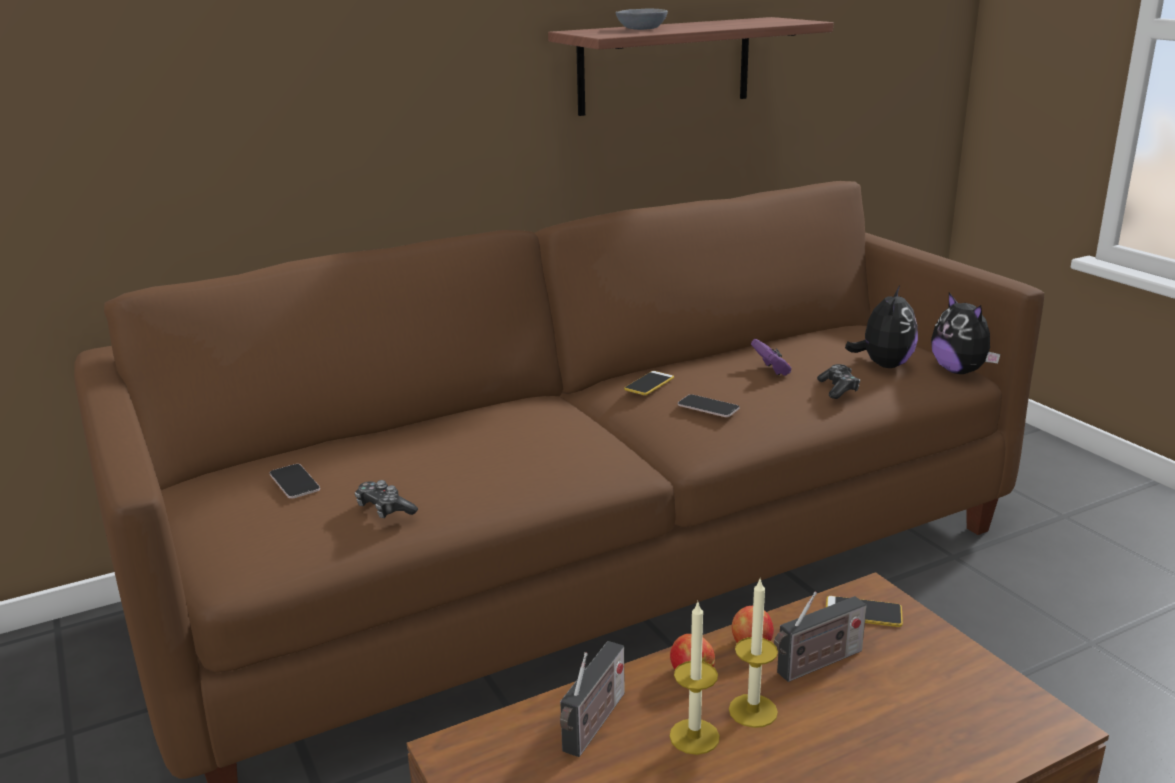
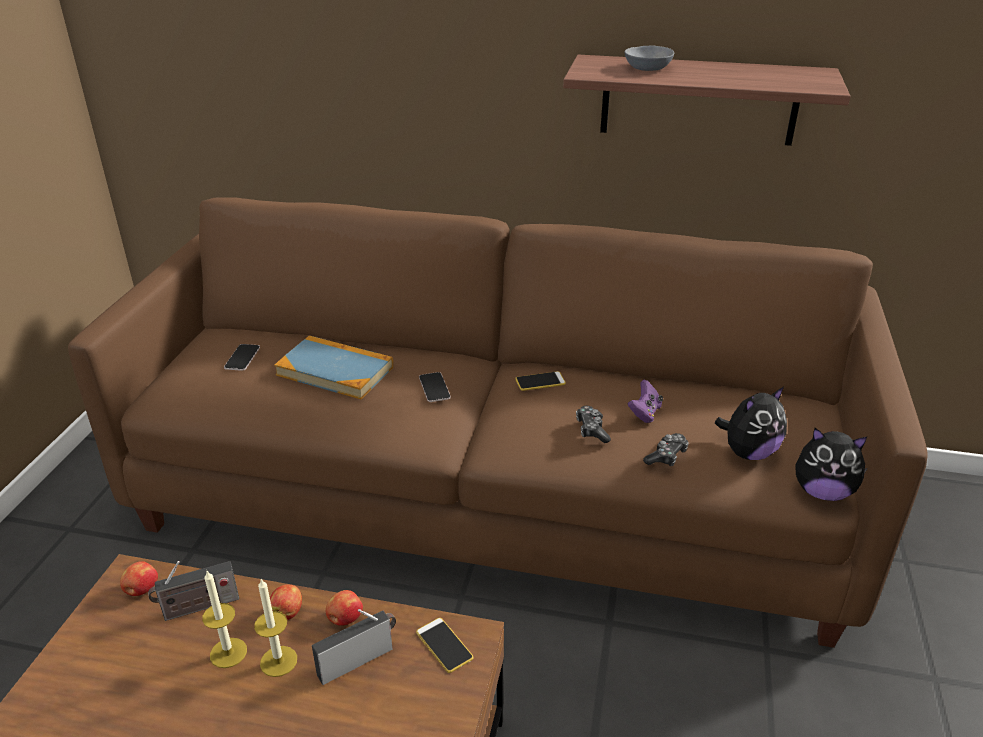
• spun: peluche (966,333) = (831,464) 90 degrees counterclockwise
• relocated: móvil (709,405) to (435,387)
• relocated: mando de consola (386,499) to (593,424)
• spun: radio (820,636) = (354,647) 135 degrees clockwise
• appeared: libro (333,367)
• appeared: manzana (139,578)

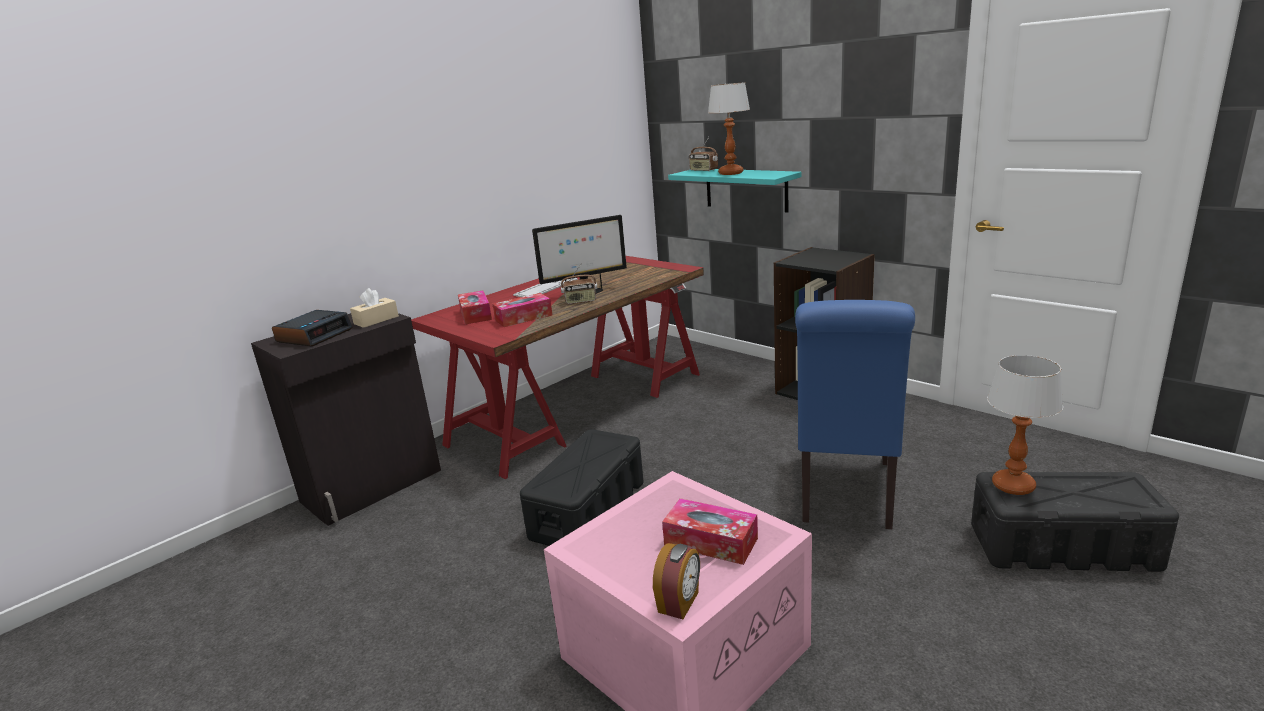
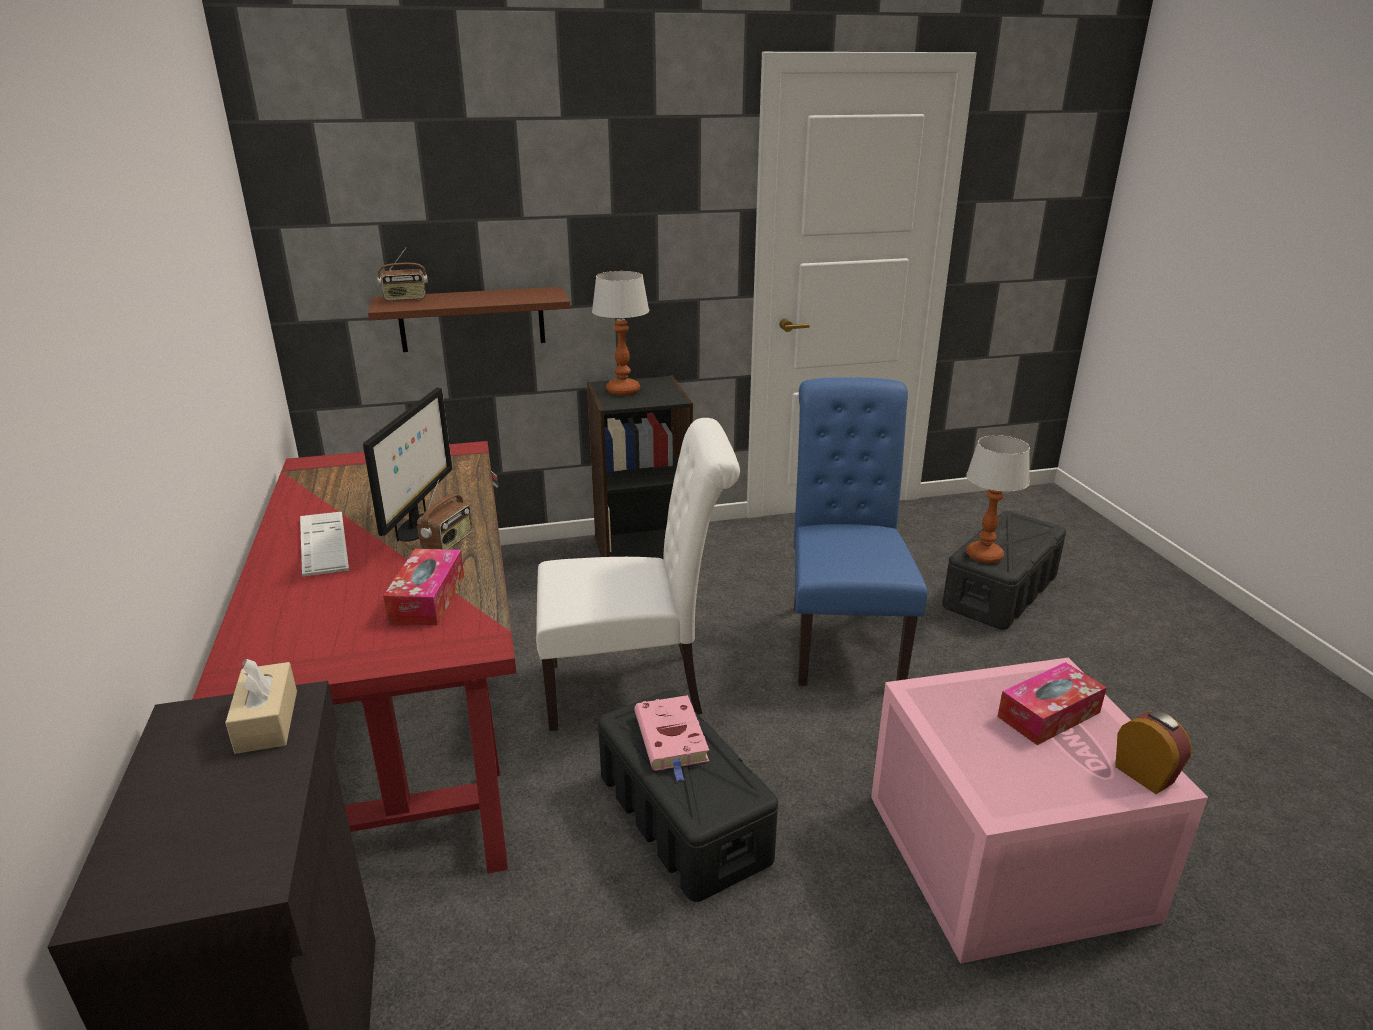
• relocated: lámpara de mesa (729,129) to (620,333)
• colour: estante [turquesa] (735,191) to estante [marrón] (469,319)
• missing: caja de pañuelos (475,307)
• spun: silla [azul] (855,414) = (860,531) 135 degrees counterclockwise
• missing: despertador (312,328)
• appeared: silla [blanco] (638,574)
• appeared: libro [rosa] (671,738)

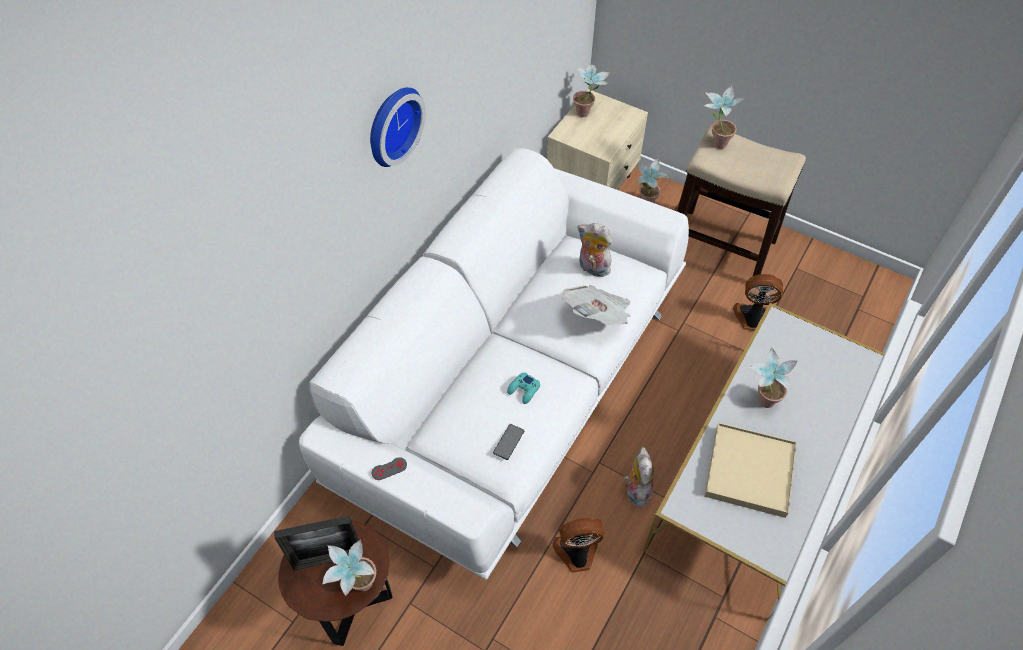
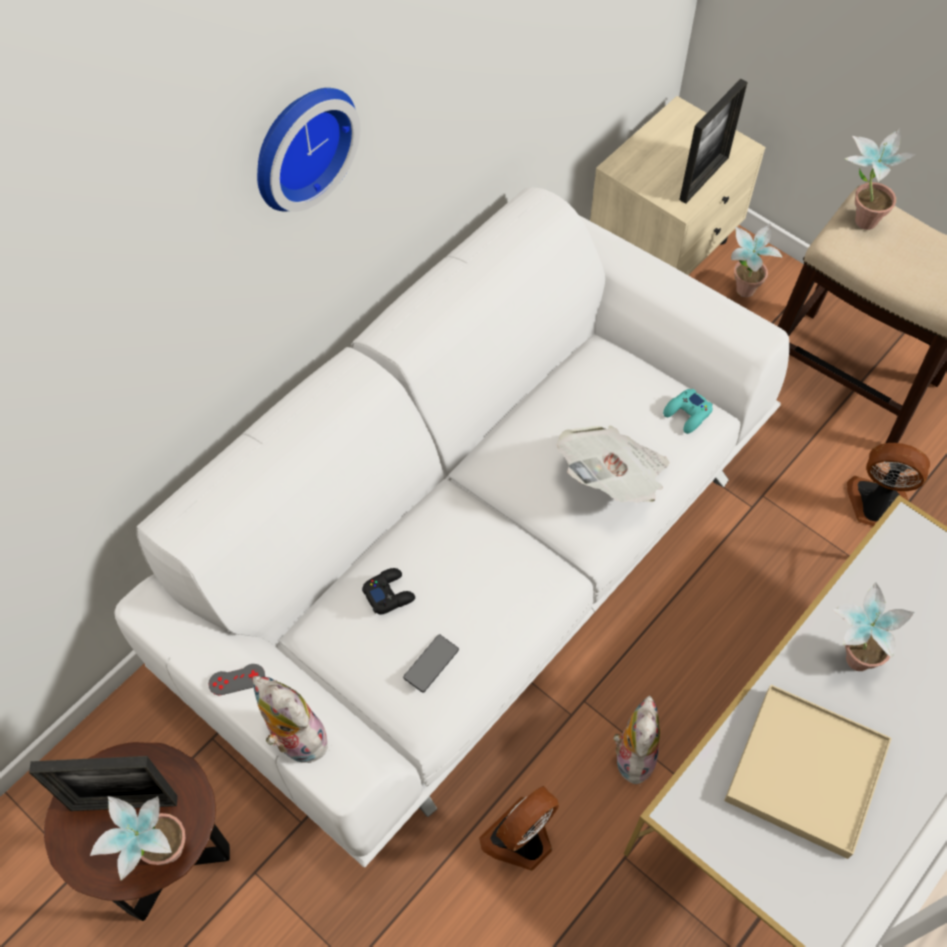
• missing: planta en maceta (592,90)
• relocated: peluche (594,250) to (291,719)
• relocated: mando de consola [turquesa] (523,388) to (688,411)
• spun: ventilador (578,545) = (519,828) 45 degrees counterclockwise
• appeared: portarretratos (713,141)
• appeared: mando de consola [negro] (388,591)

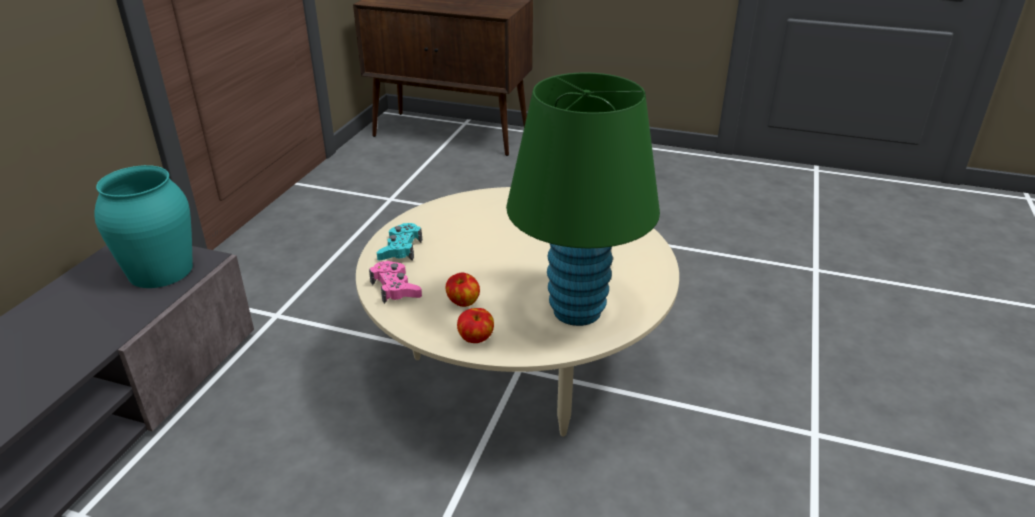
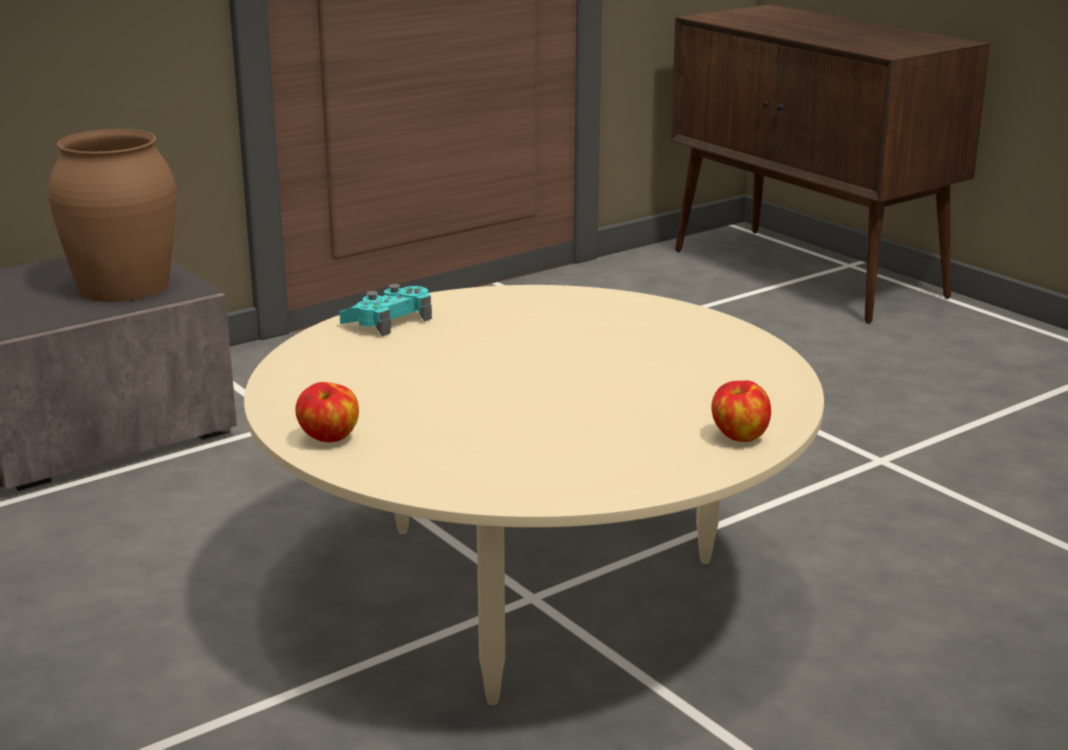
• missing: lámpara de mesa [verde] (583,199)
• colour: florero [turquesa] (144,226) to florero [marrón] (112,215)
• missing: mando de consola [rosa] (395,282)
• relocated: manzana (463,290) to (741,411)

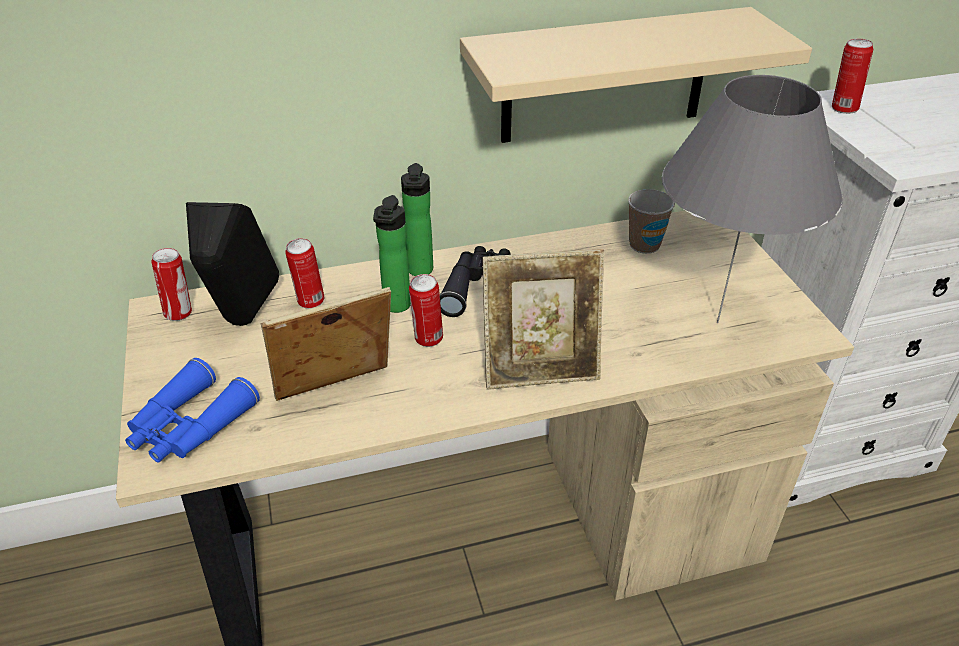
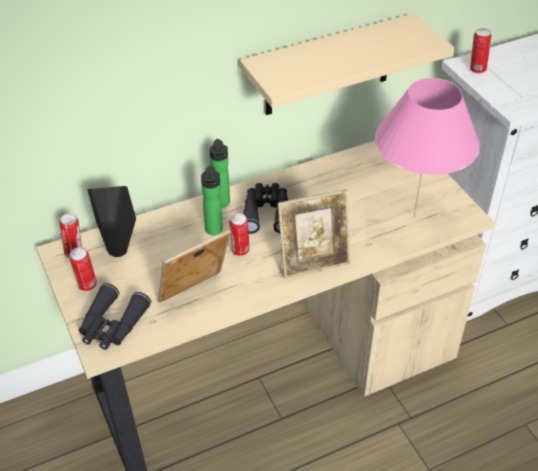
• colour: lámpara de mesa [gris] (752,199) to lámpara de mesa [rosa] (427,148)
• missing: taza (651,221)
• relocated: lata (304,273) to (83,269)
• colour: prismáticos [azul] (192,410) to prismáticos [negro] (115,316)

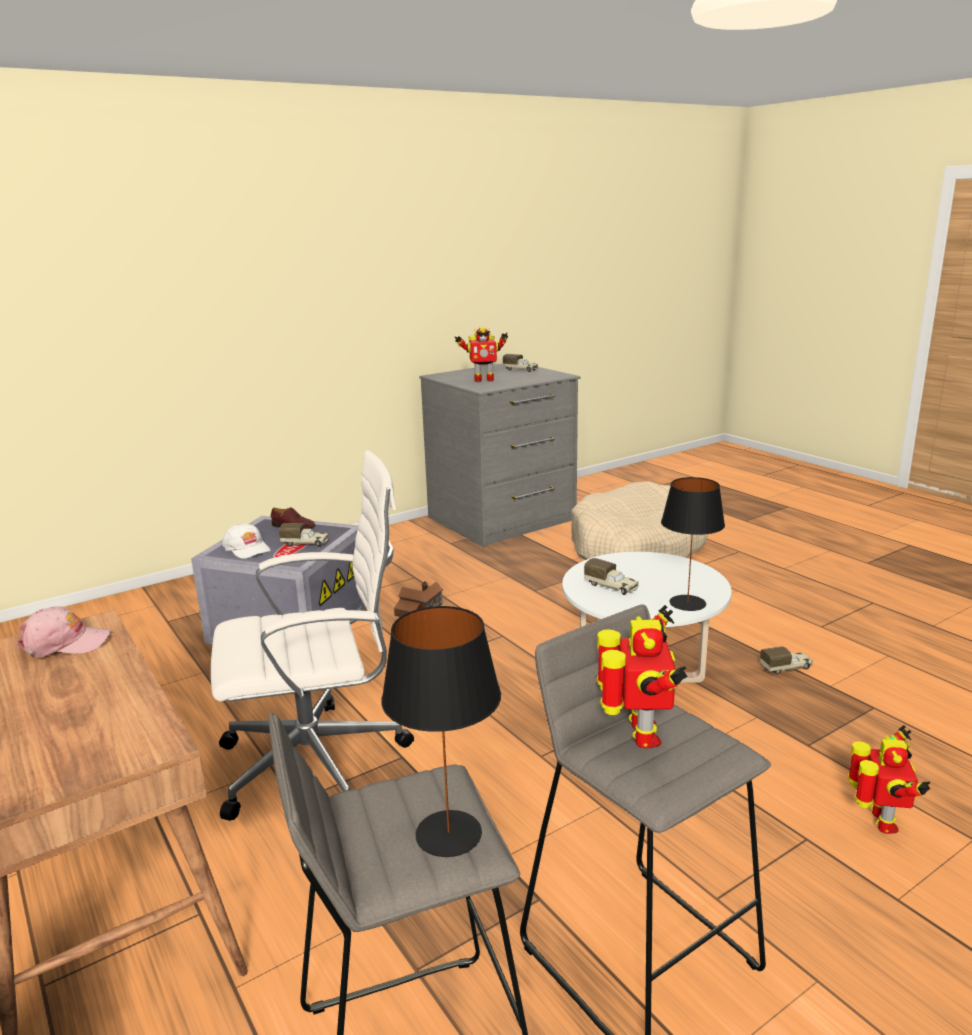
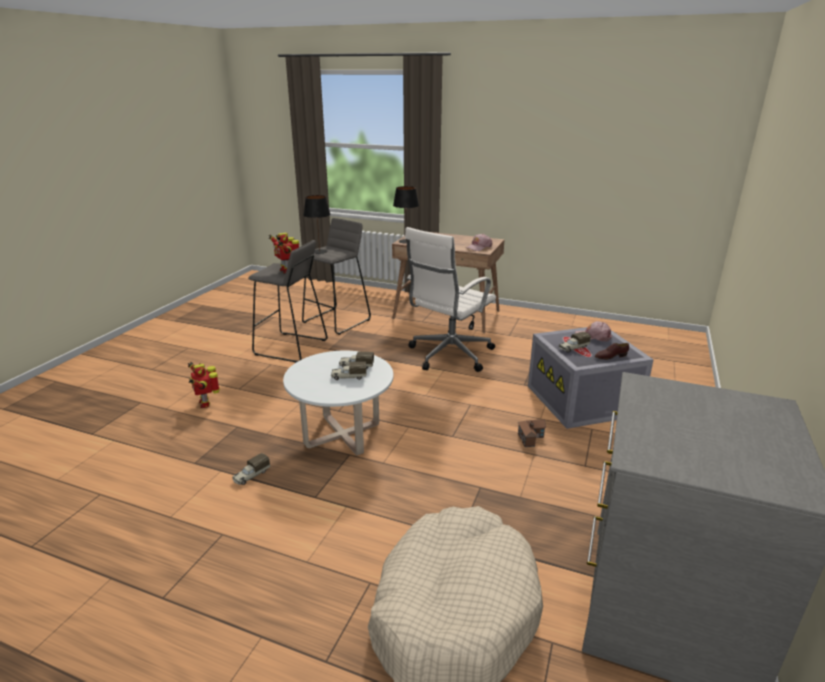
• missing: robot de juguete (481,354)
• relocated: camión de juguete (520,363) to (348,370)
• relocated: lámpara de mesa [negro] (693,544) to (406,214)
• colour: gorra [blanco] (246,541) to gorra [rosa] (593,331)

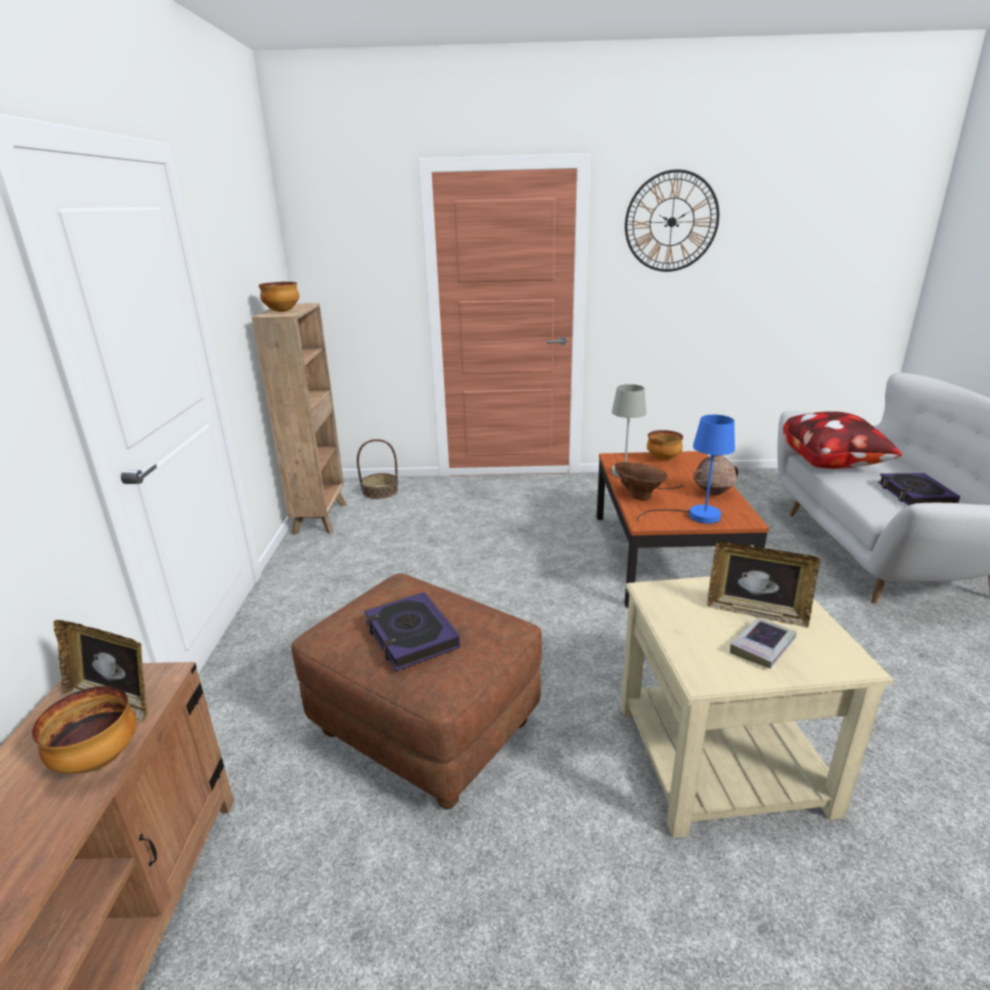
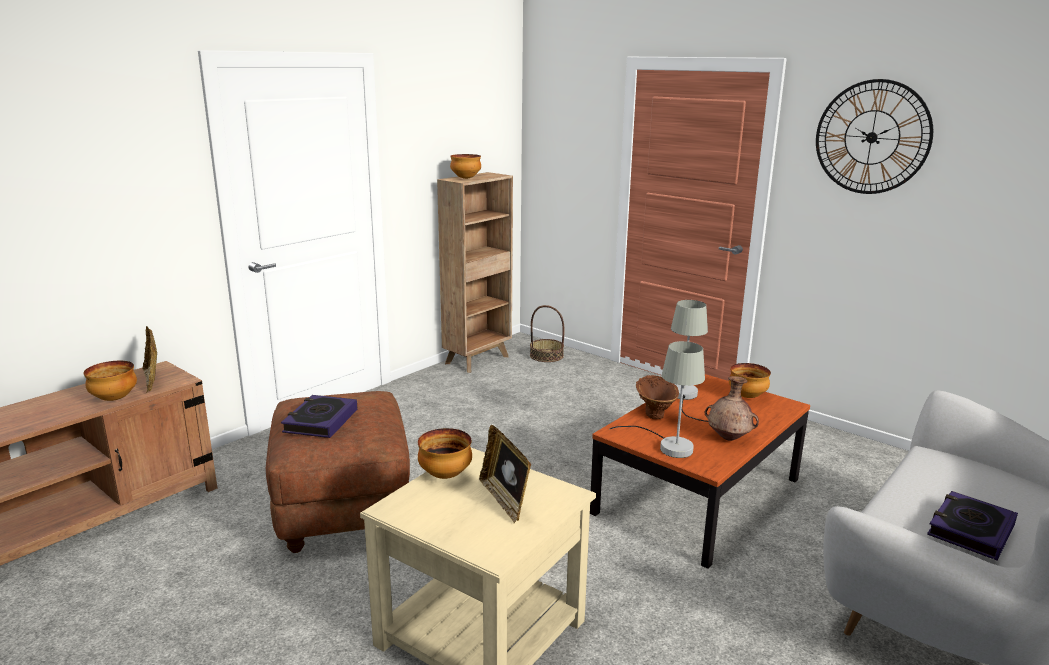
• missing: cojín (843,440)
• colour: lámpara de mesa [azul] (686,469) to lámpara de mesa [gris] (657,399)
• missing: libro (763,642)
• appeared: cuenco (445,453)

